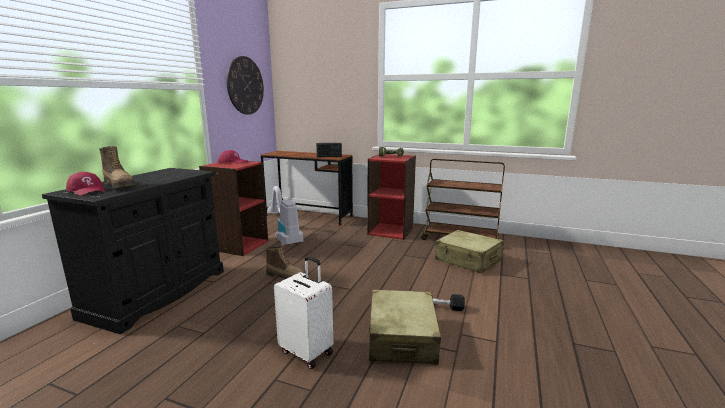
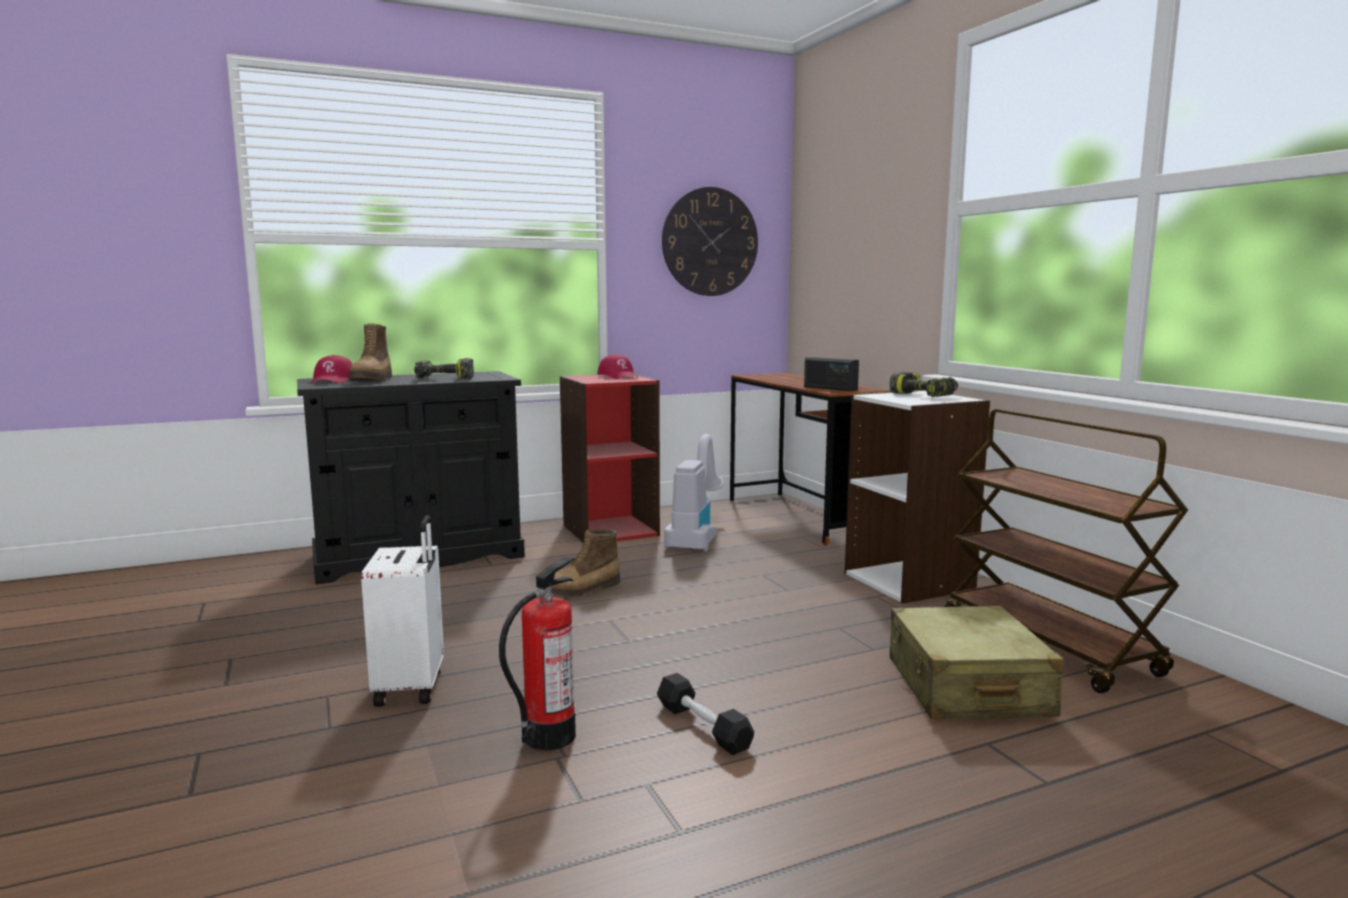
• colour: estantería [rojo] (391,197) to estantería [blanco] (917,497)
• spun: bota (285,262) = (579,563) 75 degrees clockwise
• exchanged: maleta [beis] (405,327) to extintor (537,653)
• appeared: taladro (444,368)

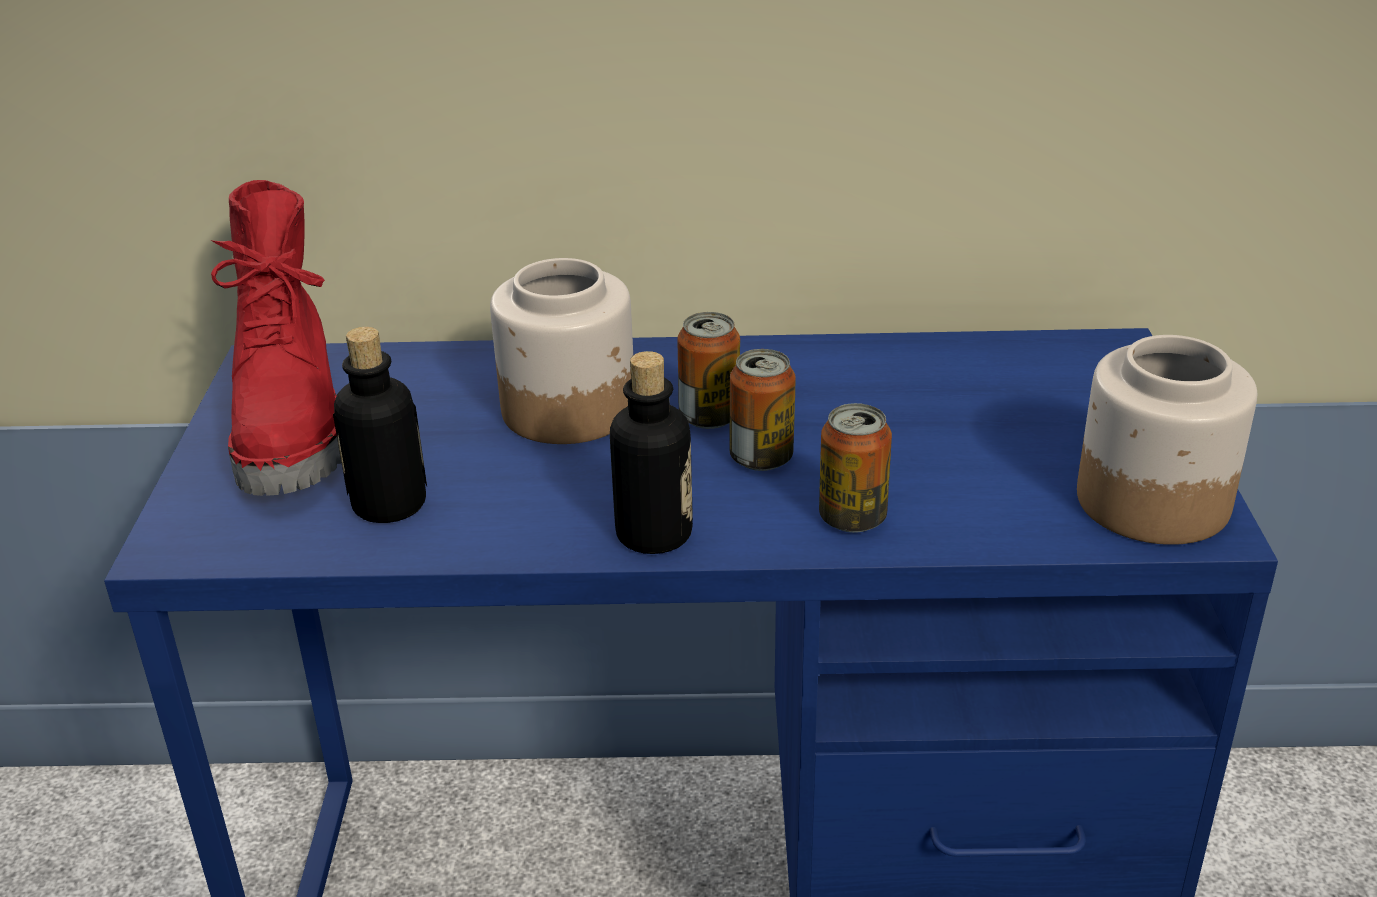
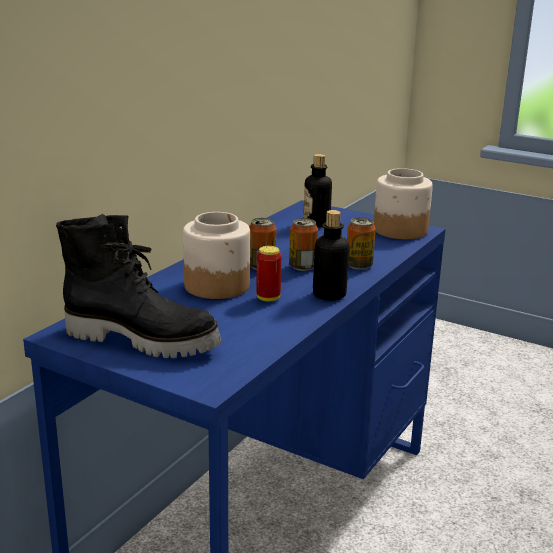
• colour: bota [rojo] (276,338) to bota [negro] (138,286)
• relocated: botella (380,425) to (317,190)
• appeared: lata (269,274)

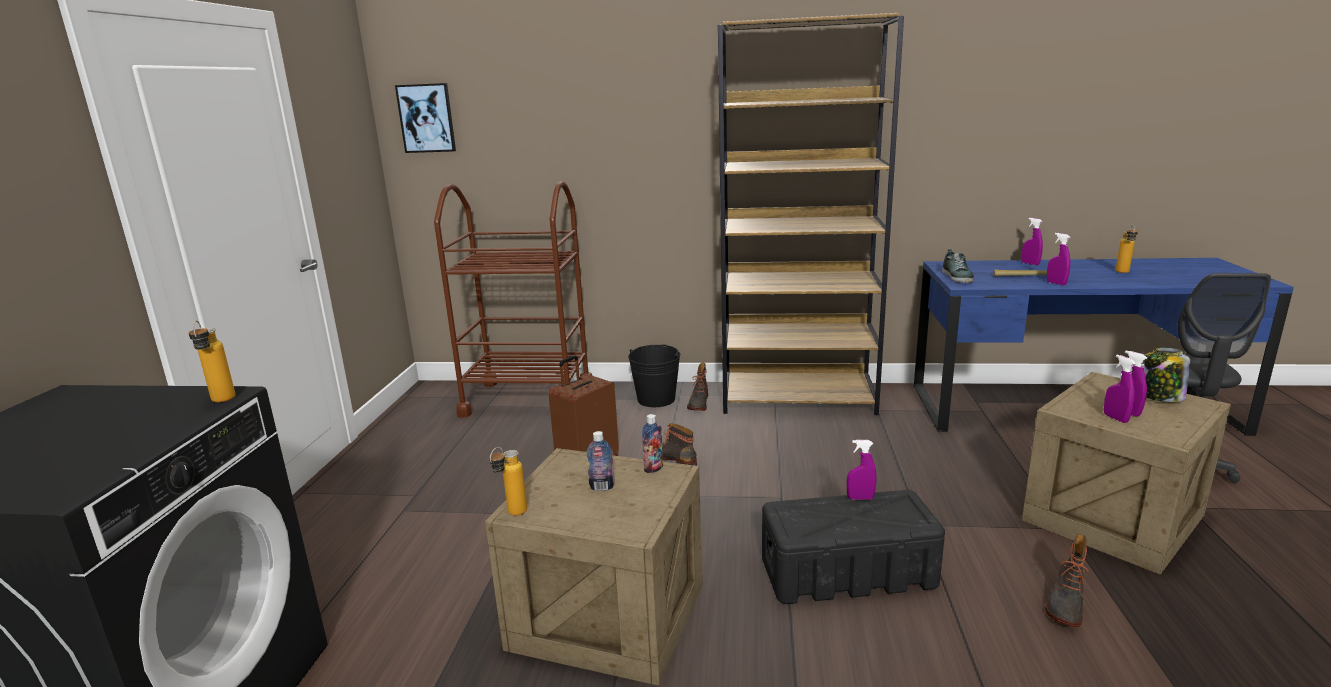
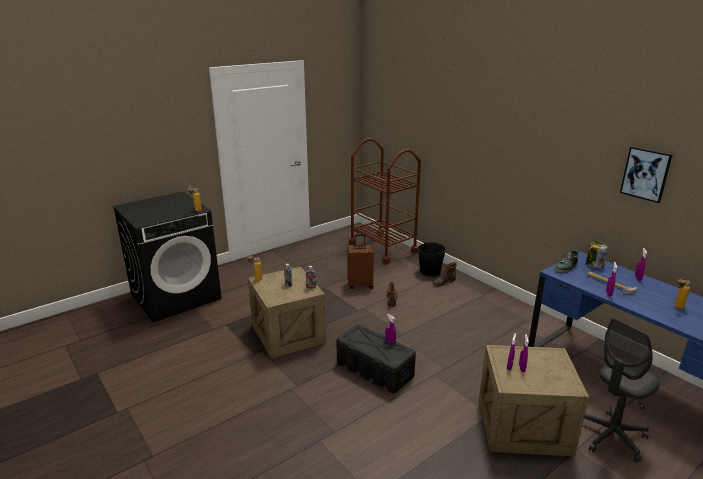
• missing: estantería [marrón] (811,214)
• relocated: cuadro (425,118) to (646,174)
• relocated: tarro (1166,374) to (597,254)
• missing: bota (1067,581)

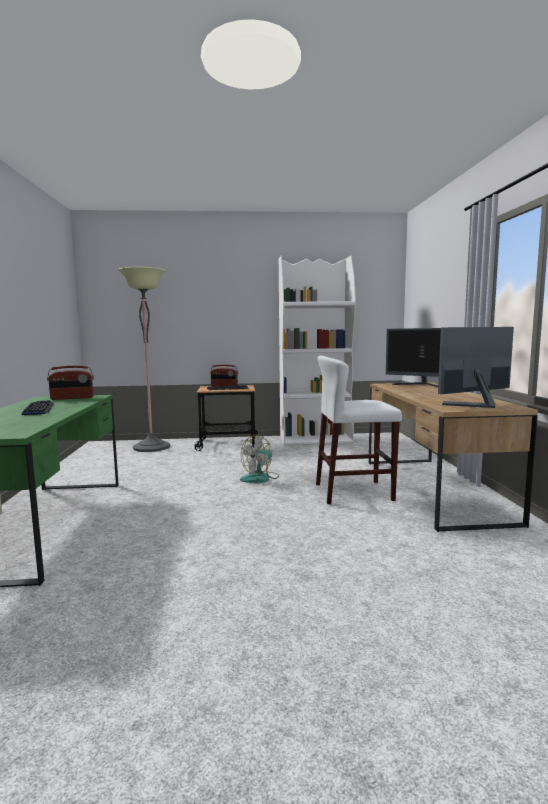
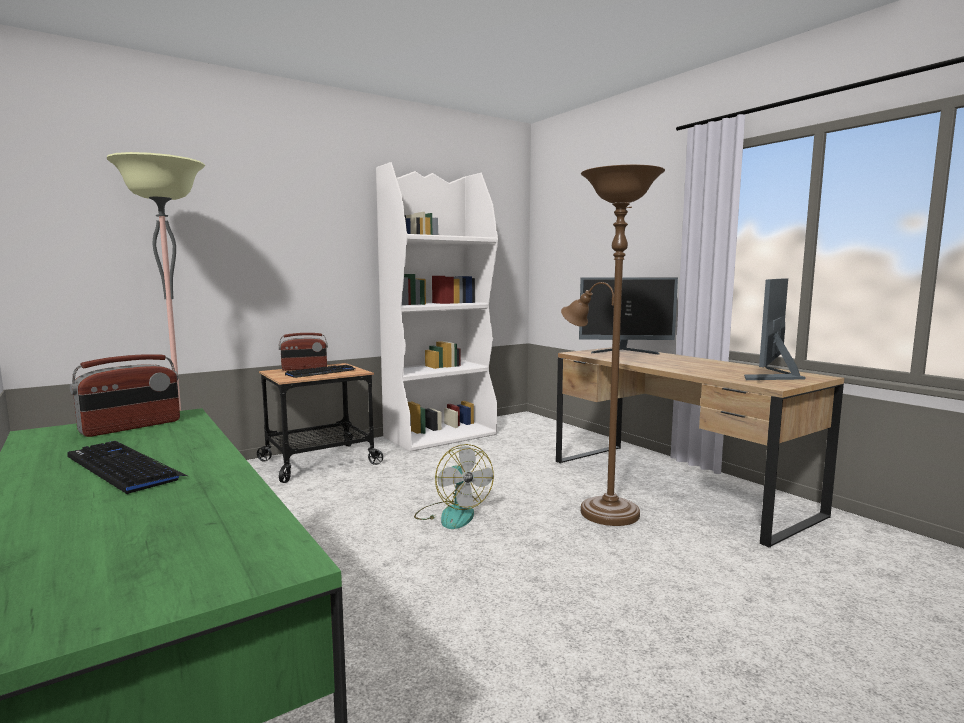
• exchanged: taburete [blanco] (359,430) to lámpara de pie [marrón] (613,345)
• spun: ventilador (259,458) = (454,486) 45 degrees counterclockwise

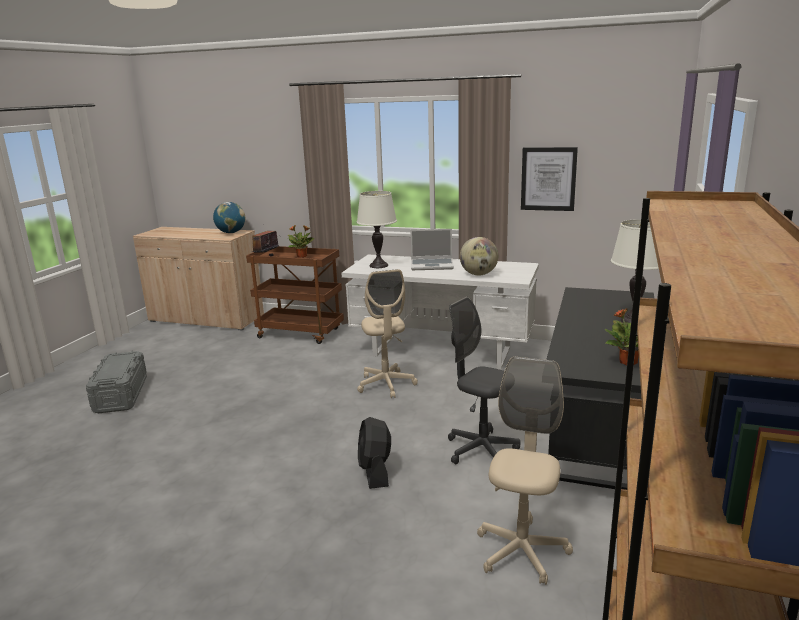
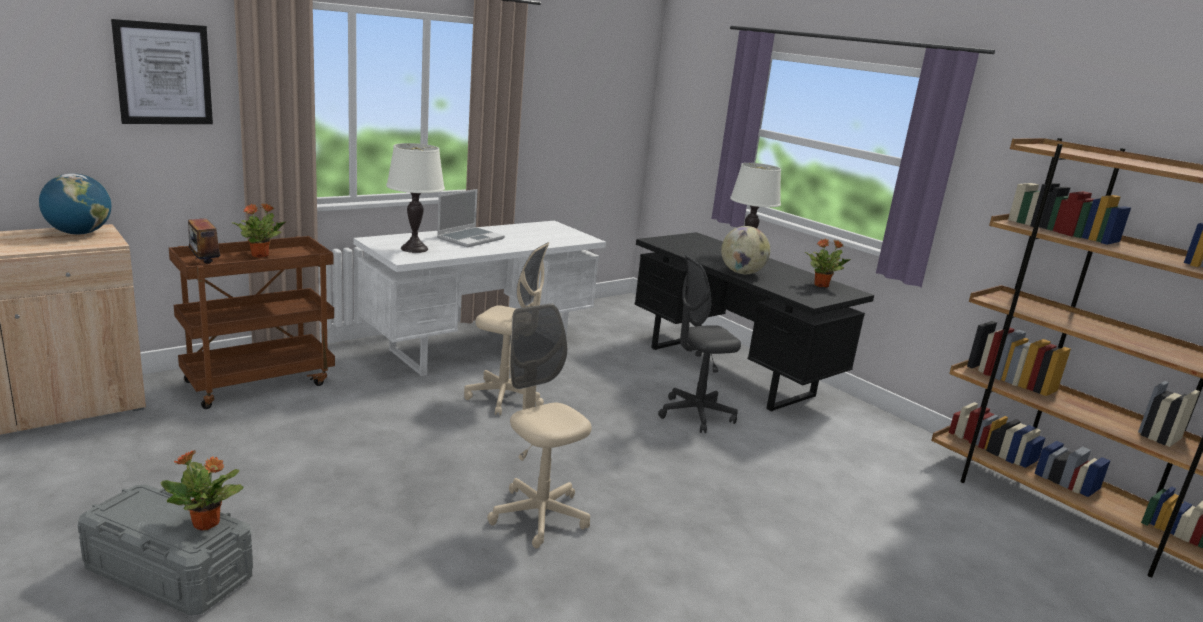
• relocated: cuadro (549,179) to (162,71)
• relocated: globo terráqueo (479,256) to (745,250)
• relocated: silla de oficina [beis] (525,471) to (539,425)
• missing: ventilador [negro] (374,453)
• appeared: planta en maceta (202,490)

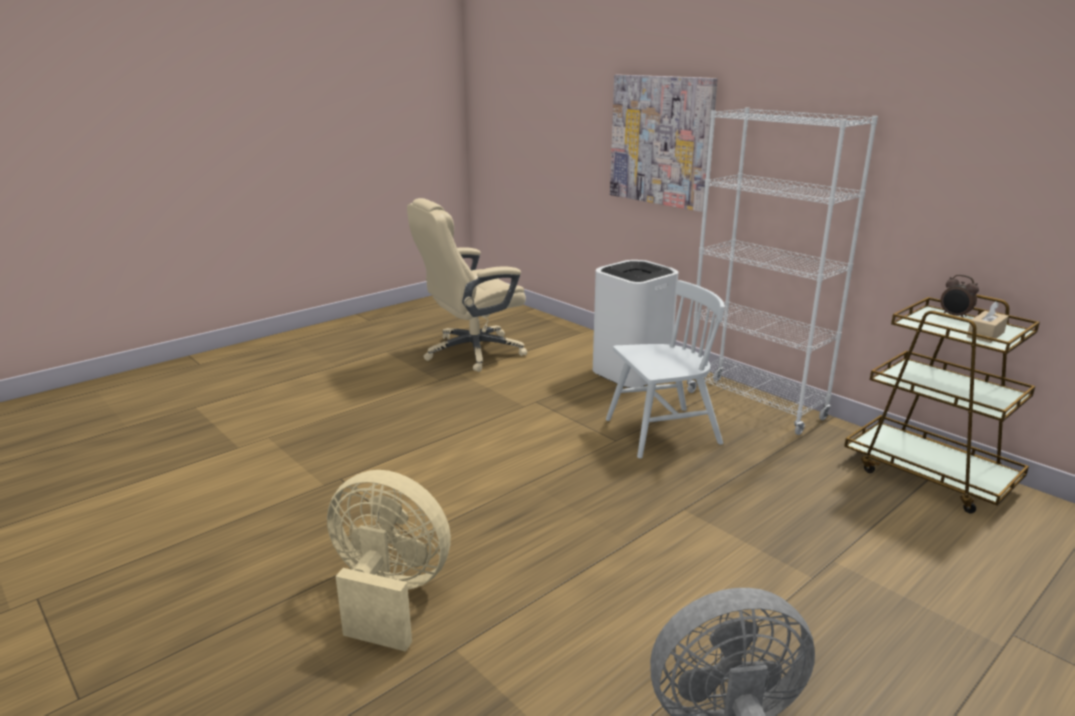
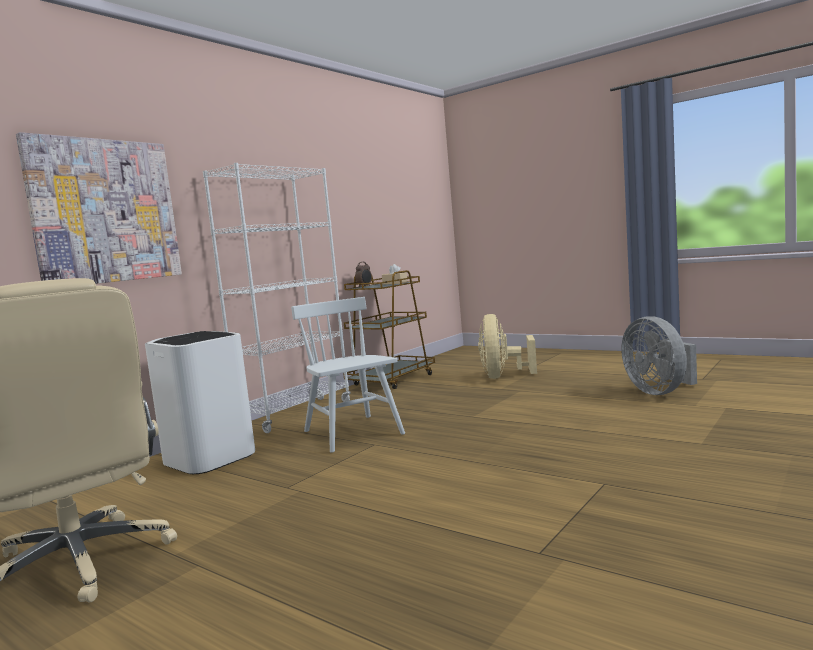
• relocated: ventilador [beis] (389,561) to (507,346)

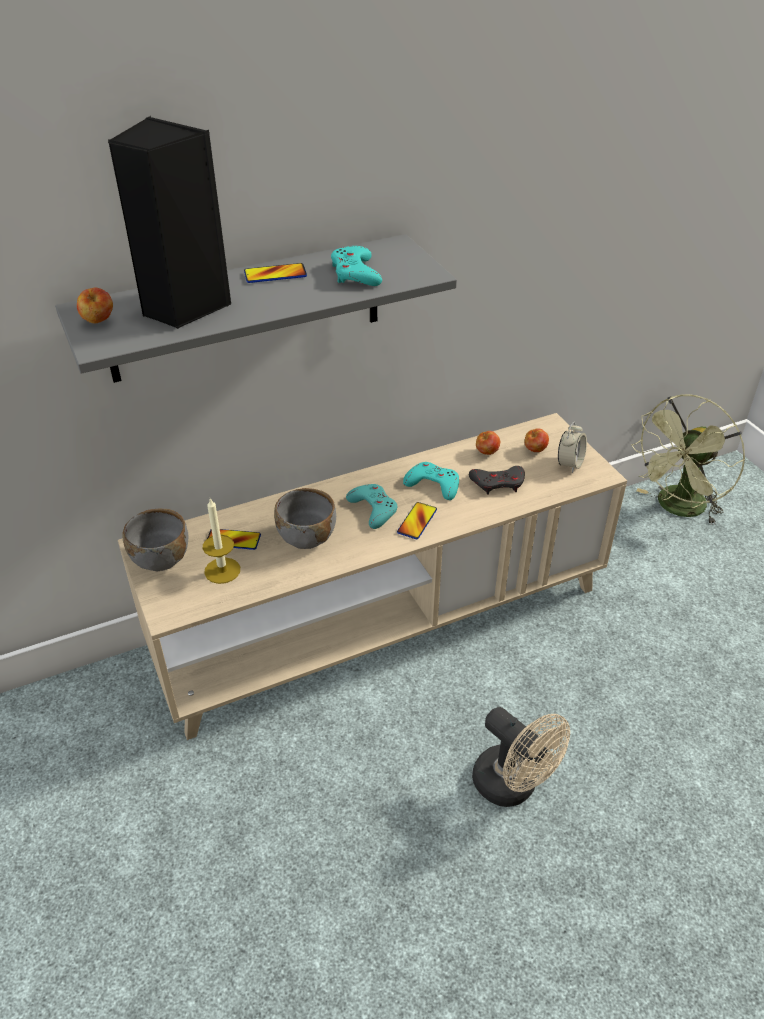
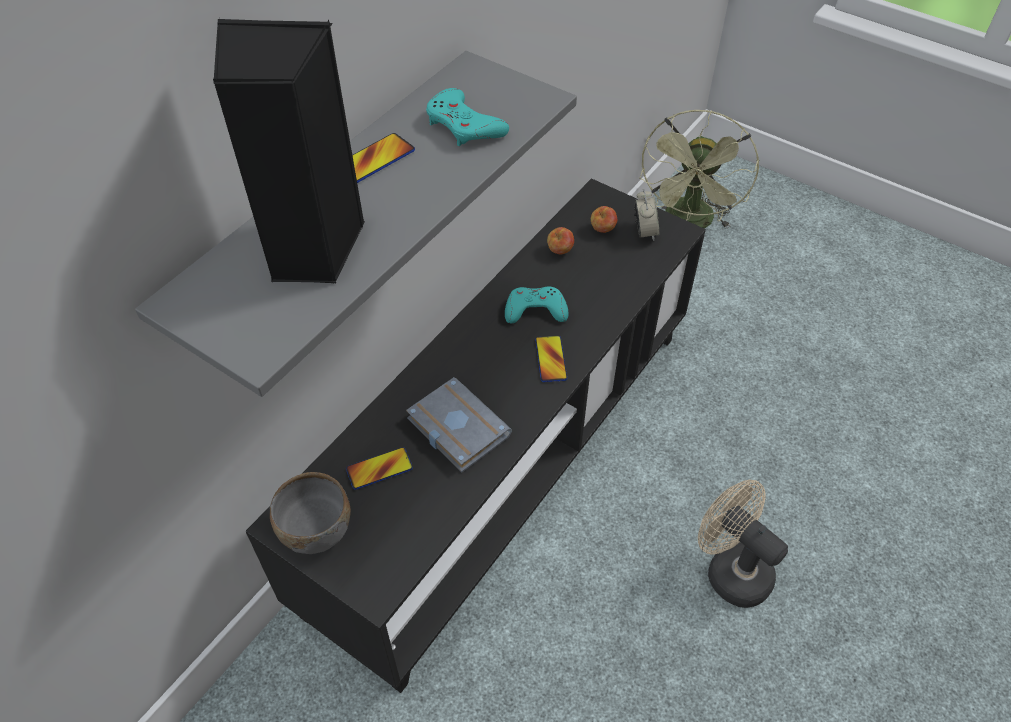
• missing: manzana (95,306)
• colour: mueble de televisión [beis] (372,576) to mueble de televisión [negro] (475,435)
• missing: mando de consola [gris] (497,480)
• missing: mando de consola [turquesa] (372,506)
• exchanged: cuenco [gris] (305,518) to libro [gris] (459,424)
• missing: vela (221,541)
• spun: ventilador [beis] (521,757) = (743,544) 150 degrees counterclockwise

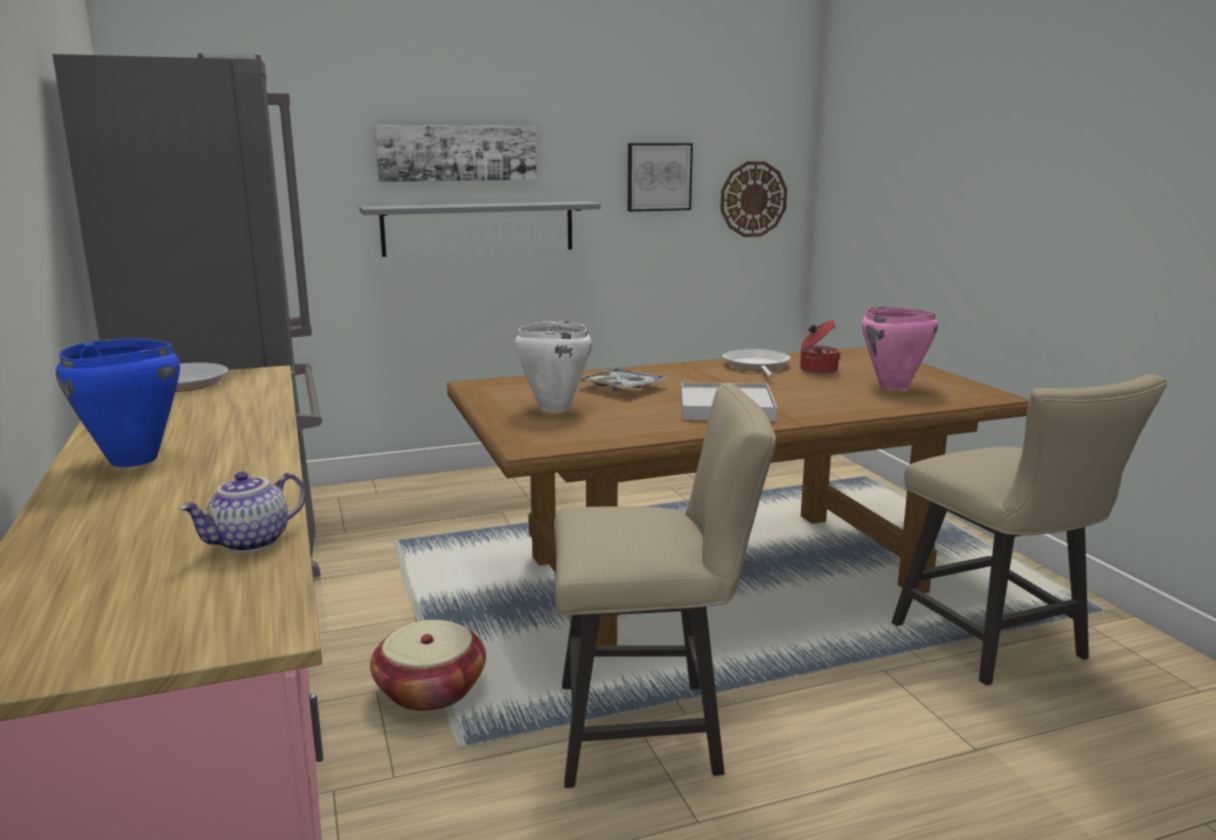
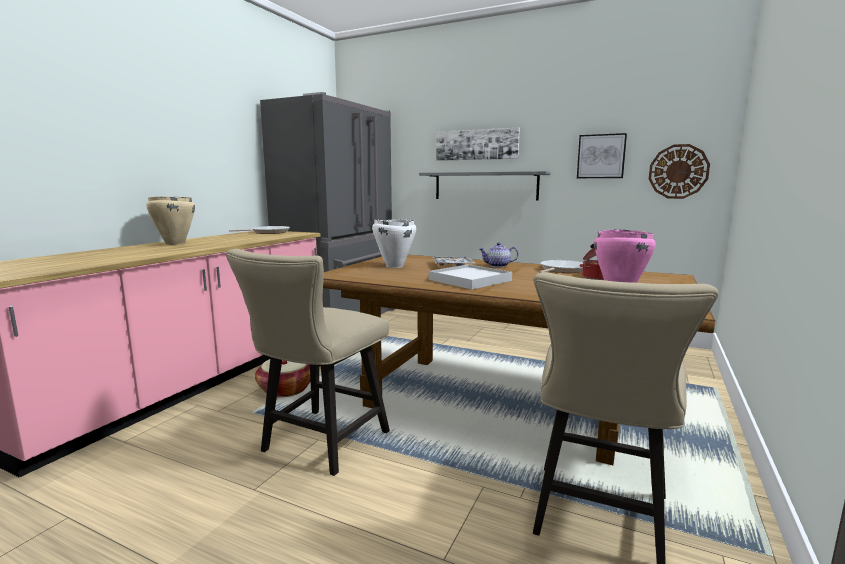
• colour: olla [azul] (118,403) to olla [beis] (170,220)
• spun: silla [beis] (665,585) = (308,362) 75 degrees clockwise
• relocated: tetera (242,512) to (499,255)

